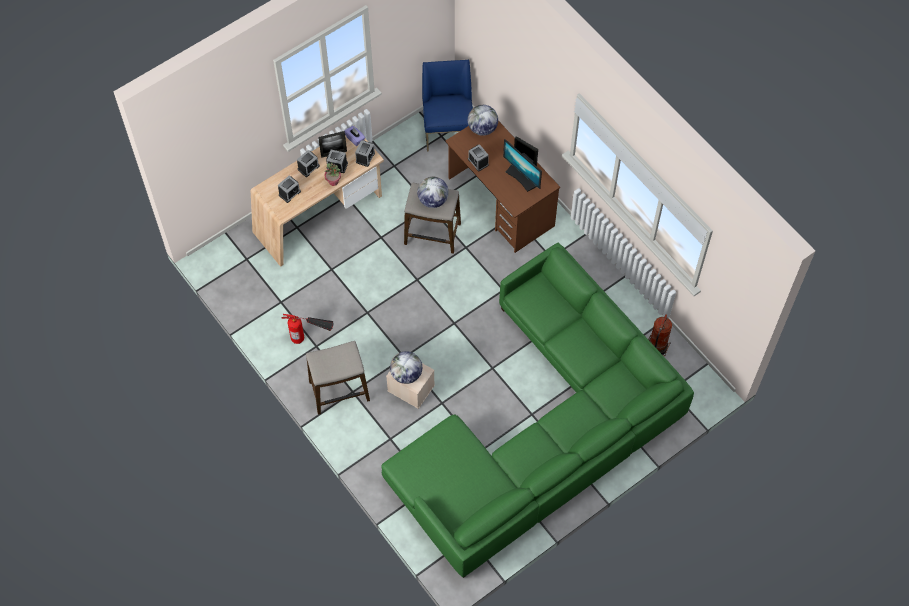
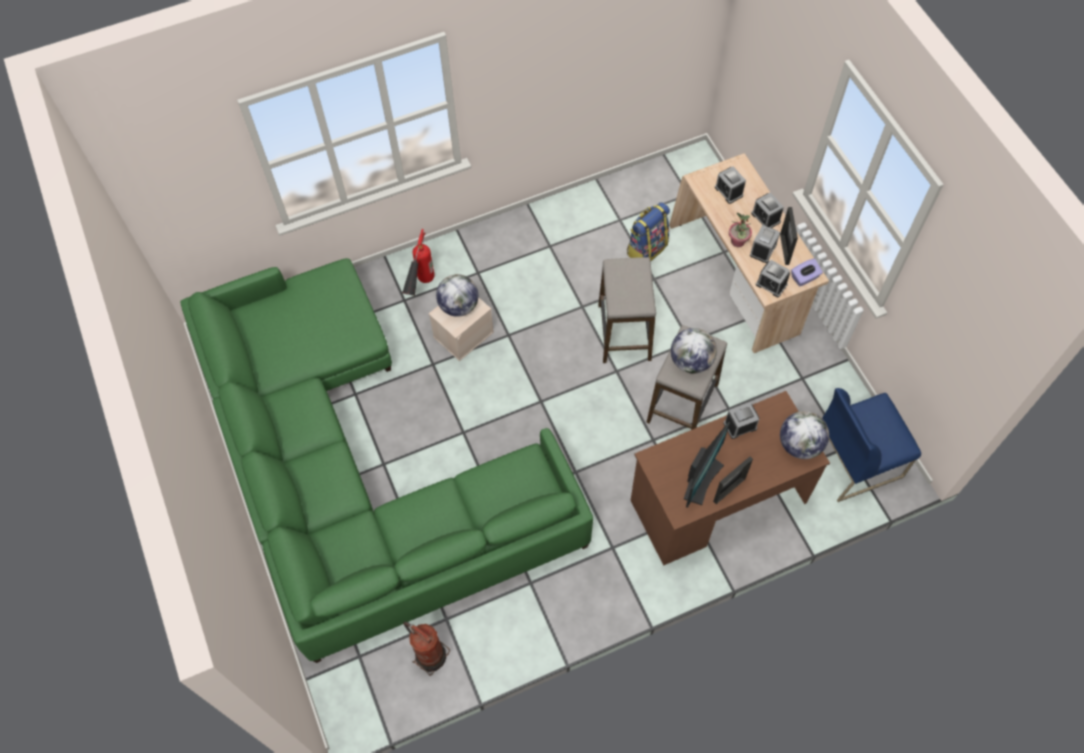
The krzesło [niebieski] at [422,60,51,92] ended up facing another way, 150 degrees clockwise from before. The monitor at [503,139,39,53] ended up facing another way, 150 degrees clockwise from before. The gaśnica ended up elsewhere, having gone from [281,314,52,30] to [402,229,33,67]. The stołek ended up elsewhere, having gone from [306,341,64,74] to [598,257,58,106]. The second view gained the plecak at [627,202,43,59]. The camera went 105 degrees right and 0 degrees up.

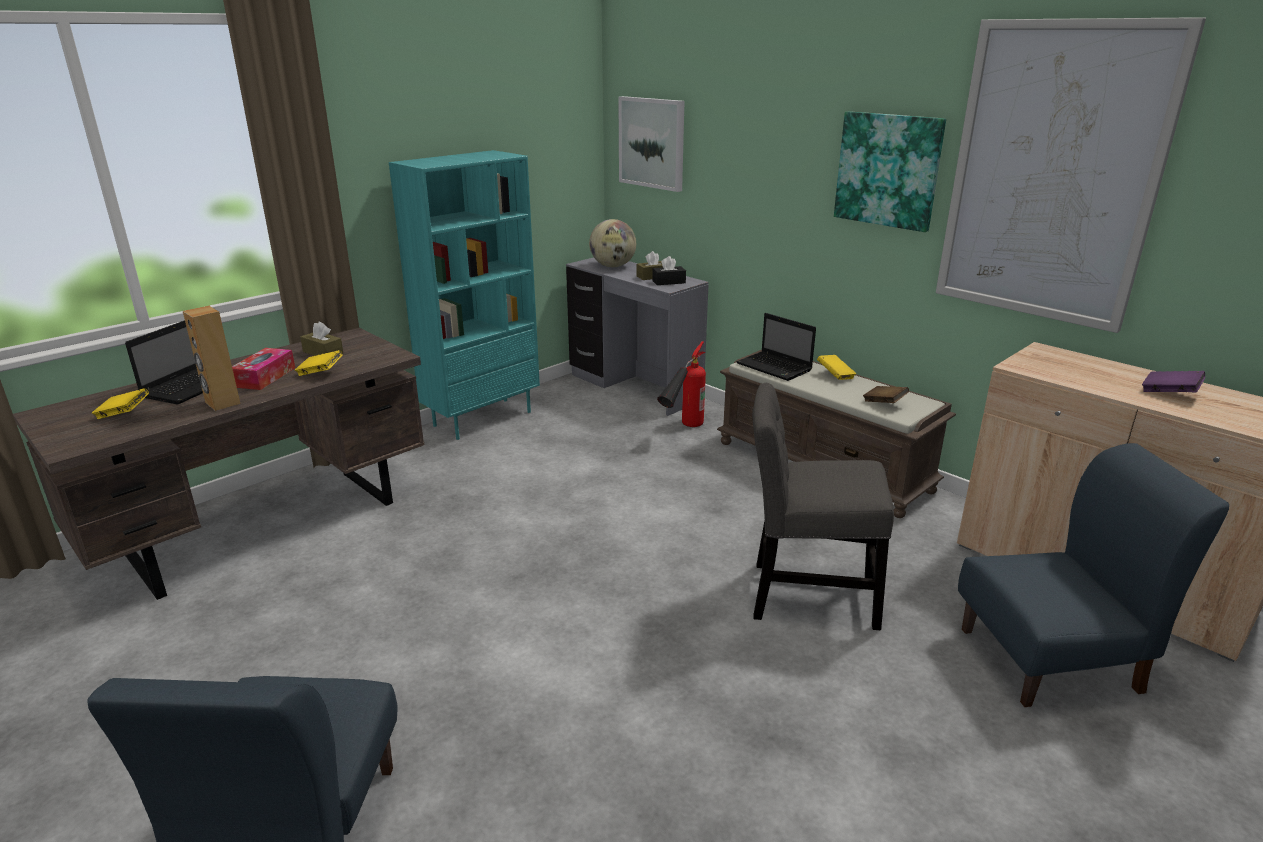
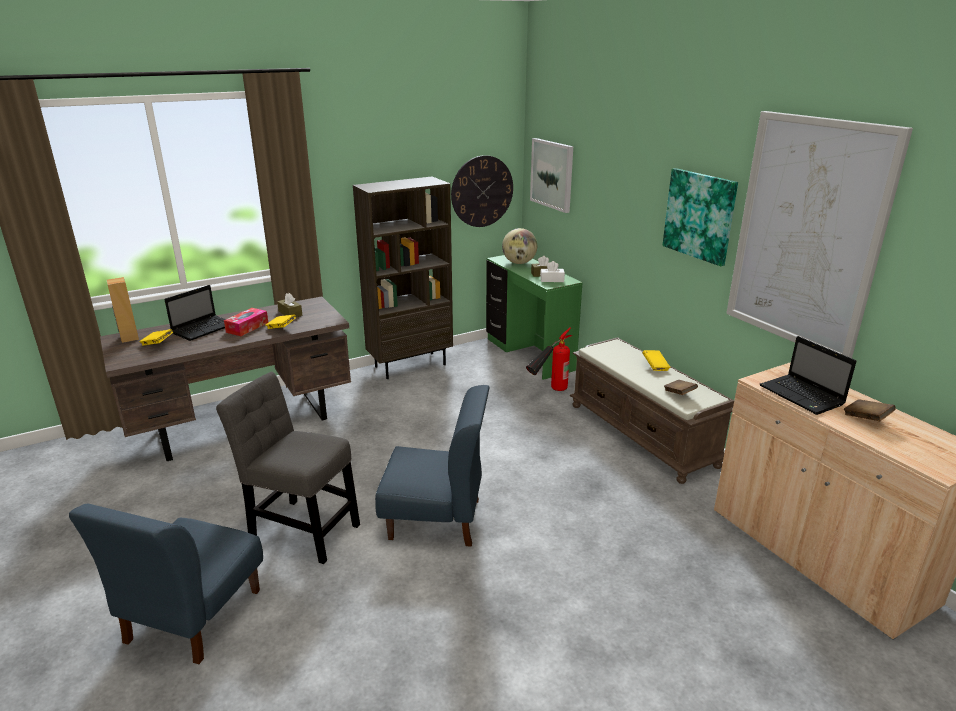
What was the regał [turkusowy] at [389,150,151,290] turned into the regał [brązowy] at [353,177,100,202]. What was the pudełko chusteczek [czarny] at [652,256,34,29] turned into the pudełko chusteczek [biały] at [540,261,25,21]. What was the biurko [szary] at [566,257,143,159] turned into the biurko [zielony] at [486,255,97,125]. The głośnik [brązowy] ended up elsewhere, having gone from [183,306,58,105] to [107,277,32,66]. The laptop ended up elsewhere, having gone from [736,313,80,68] to [759,336,97,79]. What was the książka [fioletowy] at [1142,371,63,21] turned into the książka [brązowy] at [844,399,52,22]. The krzesło [szary] ended up elsewhere, having gone from [752,383,142,247] to [216,372,144,192]. The krzesło [niebieski] ended up elsewhere, having gone from [958,443,271,264] to [375,385,115,162]. The second view gained the zegar ścienny at [451,155,62,72]. The camera went 15 degrees right and 0 degrees up.

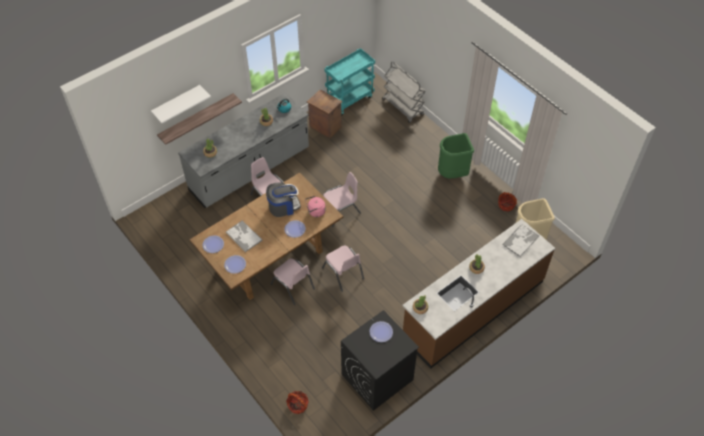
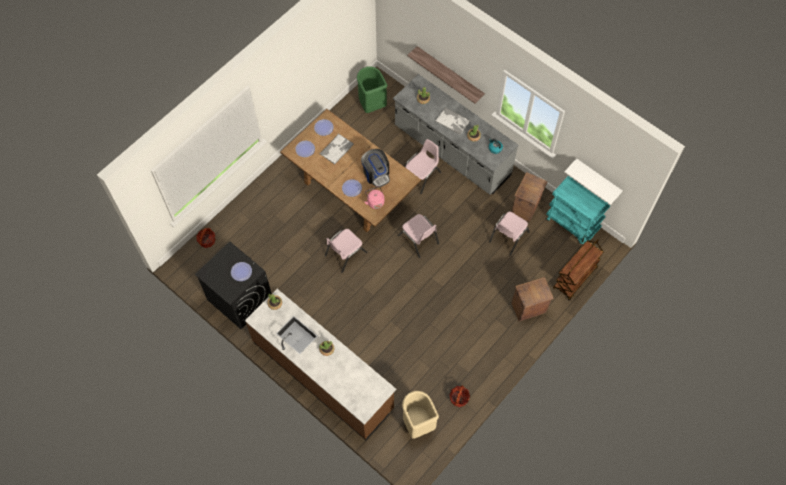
What was the wózek [szary] at [382,61,44,62] turned into the wózek [brązowy] at [553,239,51,62]. The półka [biały] ended up elsewhere, having gone from [151,85,60,38] to [565,158,58,47]. The kosz na śmieci [zielony] ended up elsewhere, having gone from [438,133,36,45] to [357,67,30,46]. The taca ended up elsewhere, having gone from [502,224,37,33] to [435,108,36,27]. The krzesło [różowy] ended up elsewhere, having gone from [271,258,44,47] to [489,212,41,44]. The second view gained the skrzynka at [511,277,43,45]. The camera went 80 degrees right and 10 degrees up.

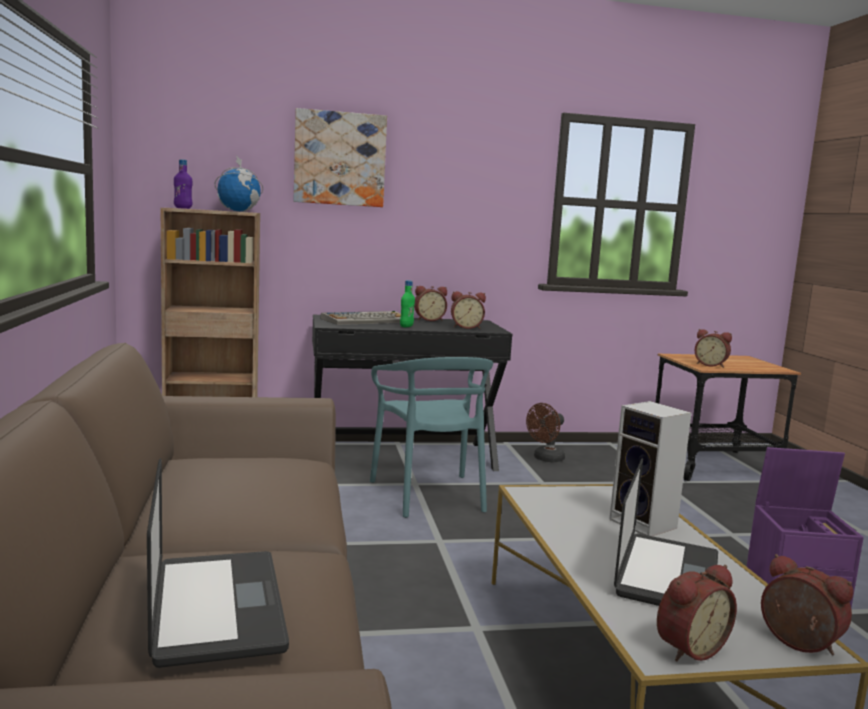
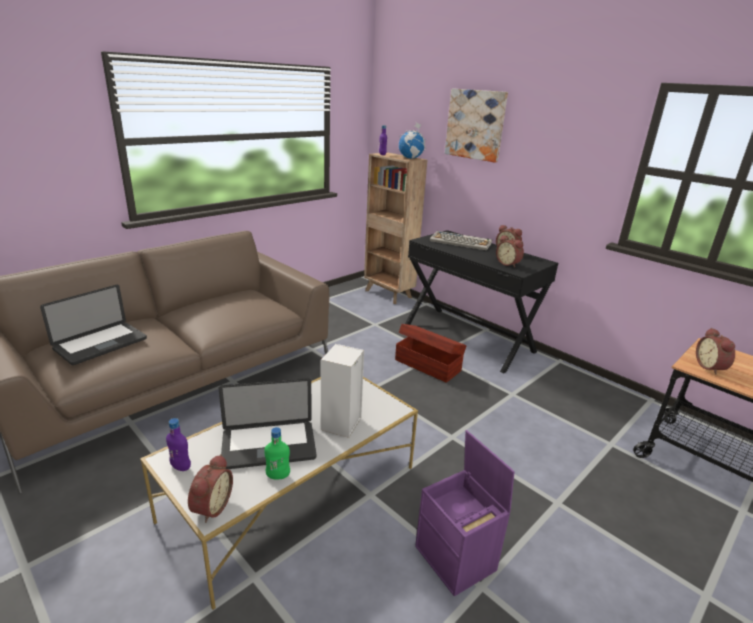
The butelka [zielony] ended up elsewhere, having gone from [400,280,15,47] to [264,427,26,53]. Where the krzesło [turkusowy] stood at [370,357,123,161], the pojemnik do przechowywania [brązowy] came to stand at [395,324,72,59]. The second view lost the wentylator [brązowy] at [526,403,39,59]. Where the budzik stood at [657,565,80,97], the butelka [fioletowy] came to stand at [166,418,25,53]. The camera went 55 degrees right and 15 degrees up.

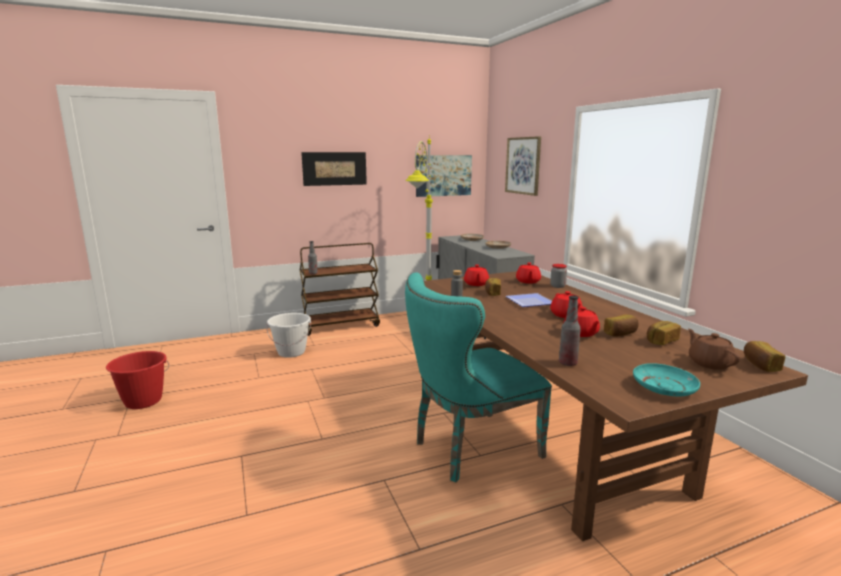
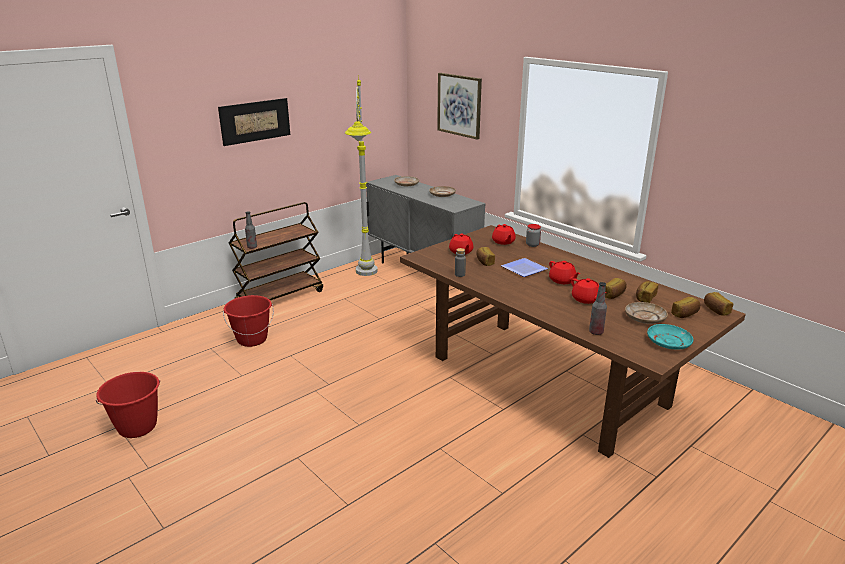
The second view lost the obraz at [416,155,56,42]. The second view lost the krzesło [turkusowy] at [405,272,147,210]. What was the wiadro [biały] at [267,313,44,45] turned into the wiadro [czerwony] at [223,295,51,52]. Where the imbryk [brązowy] stood at [688,329,52,41], the chleb came to stand at [671,297,29,21]. The second view gained the talerz [beżowy] at [625,302,43,22]. The camera went 20 degrees left and 10 degrees up.

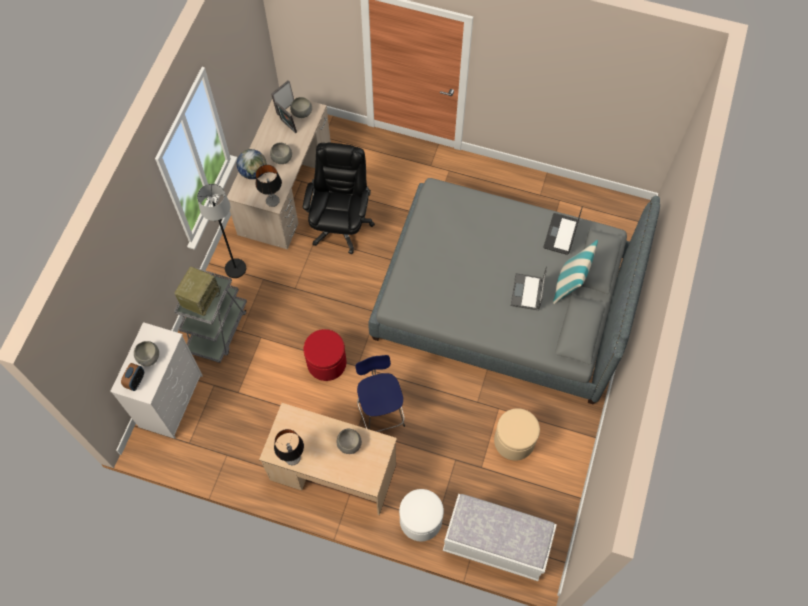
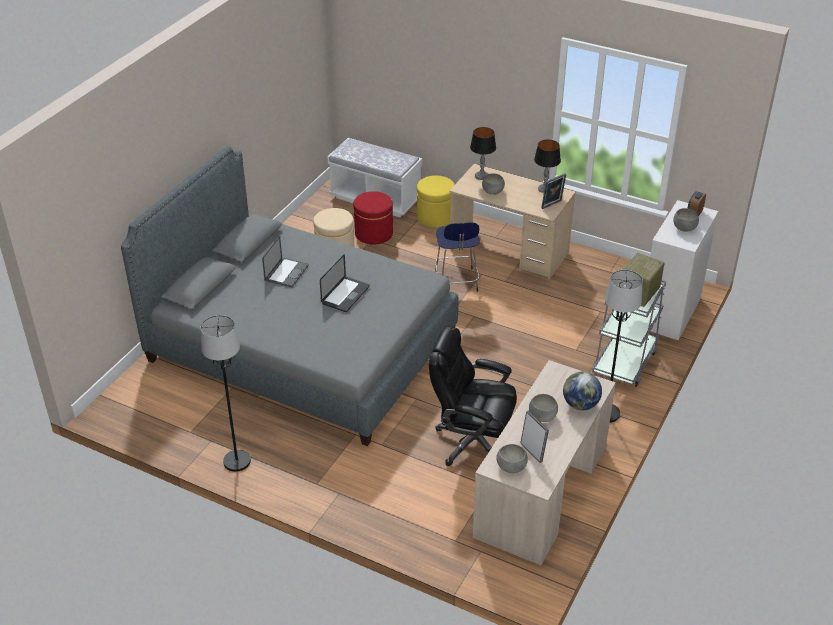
The ramka na zdjęcie ended up elsewhere, having gone from [271,80,23,35] to [541,173,25,36]. The krzesło biurowe [czarny] at [303,143,72,111] ended up facing another way, 90 degrees clockwise from before. The lampa stołowa ended up elsewhere, having gone from [255,165,27,42] to [470,127,26,53]. The laptop ended up elsewhere, having gone from [543,208,39,47] to [320,254,50,58]. The second view lost the poduszka at [553,240,45,64]. The pufa [czerwony] ended up elsewhere, having gone from [303,329,43,52] to [353,191,40,54]. What was the pufa [biały] at [399,489,45,52] turned into the pufa [żółty] at [417,176,38,52]. The second view gained the lampa stojąca [czarny] at [201,315,50,157]. The camera went 170 degrees left and 25 degrees down.

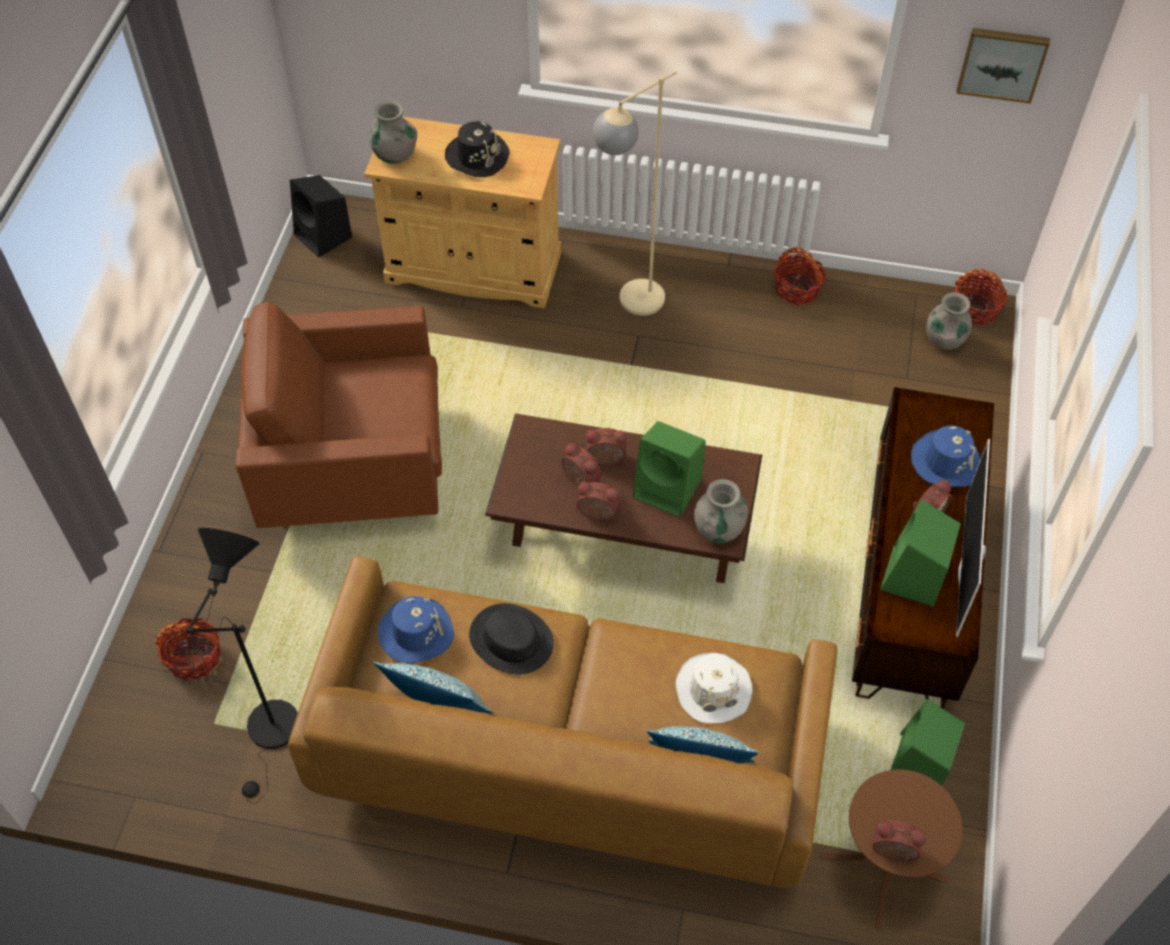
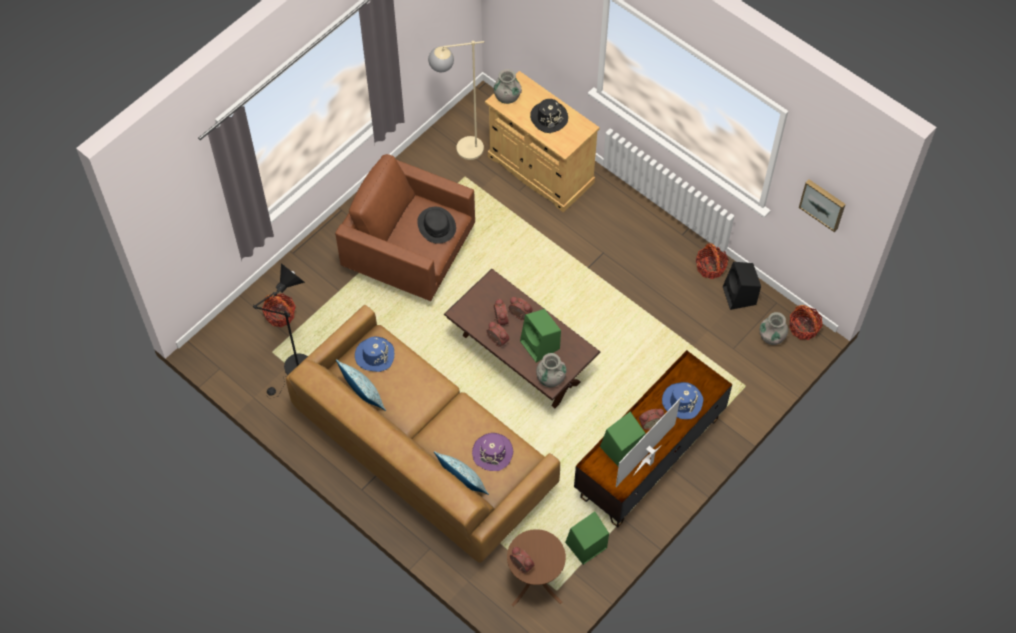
The lampa stojąca [beżowy] ended up elsewhere, having gone from [593,71,84,245] to [428,41,56,119]. The głośnik [czarny] ended up elsewhere, having gone from [290,175,62,82] to [723,262,38,48]. The kapelusz [czarny] ended up elsewhere, having gone from [469,603,85,71] to [417,207,39,37]. What was the kapelusz [biały] at [675,653,78,70] turned into the kapelusz [fioletowy] at [472,433,41,38]. The camera went 30 degrees right and 5 degrees up.

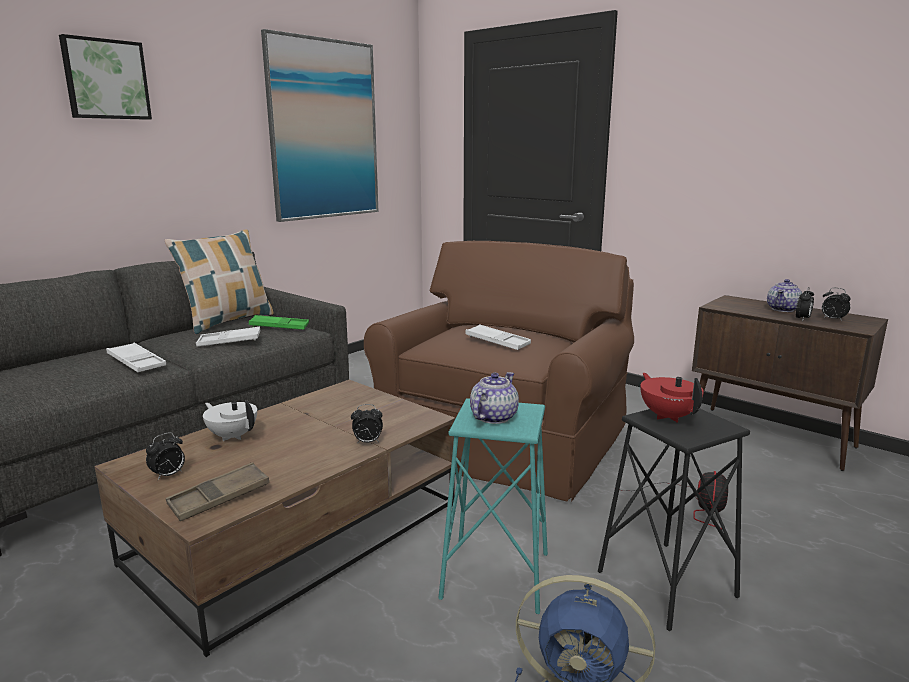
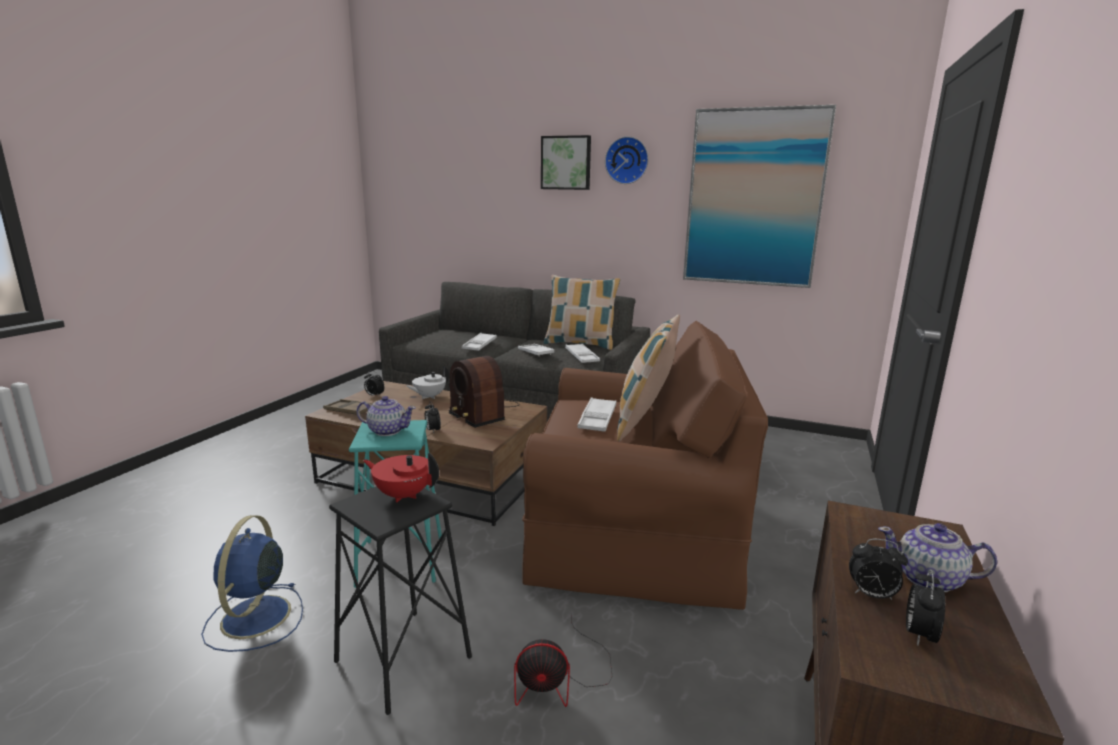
What was the taca [zielony] at [249,315,60,14] turned into the taca [biały] at [565,344,35,19]. The imbryk [czerwony] at [640,373,64,50] ended up facing another way, 120 degrees counterclockwise from before. The imbryk [biały] at [203,400,54,41] ended up facing another way, 150 degrees counterclockwise from before. The second view gained the zegar ścienny at [605,136,44,48]. The second view gained the poduszka at [617,314,63,128]. The second view gained the radio at [449,356,71,72]. The camera went 70 degrees right and 0 degrees up.

